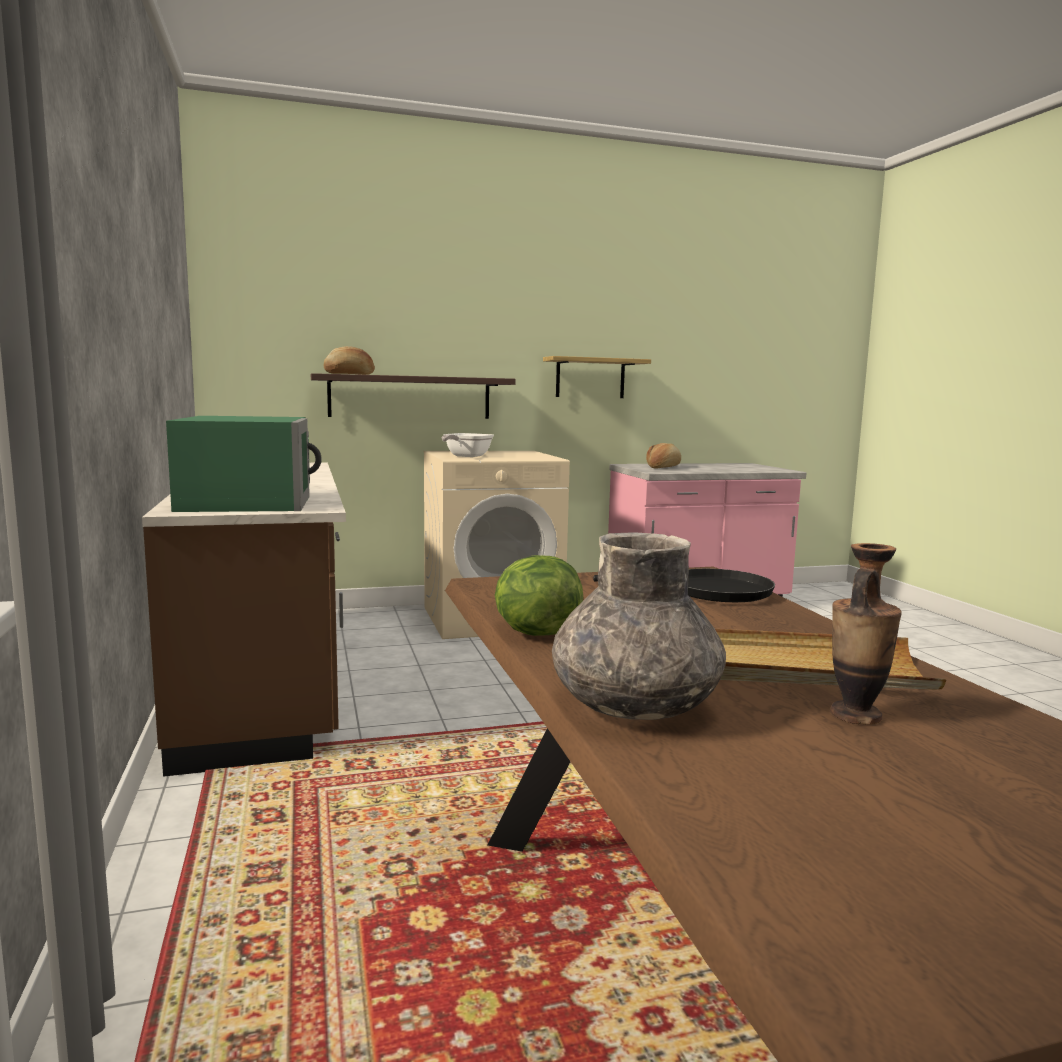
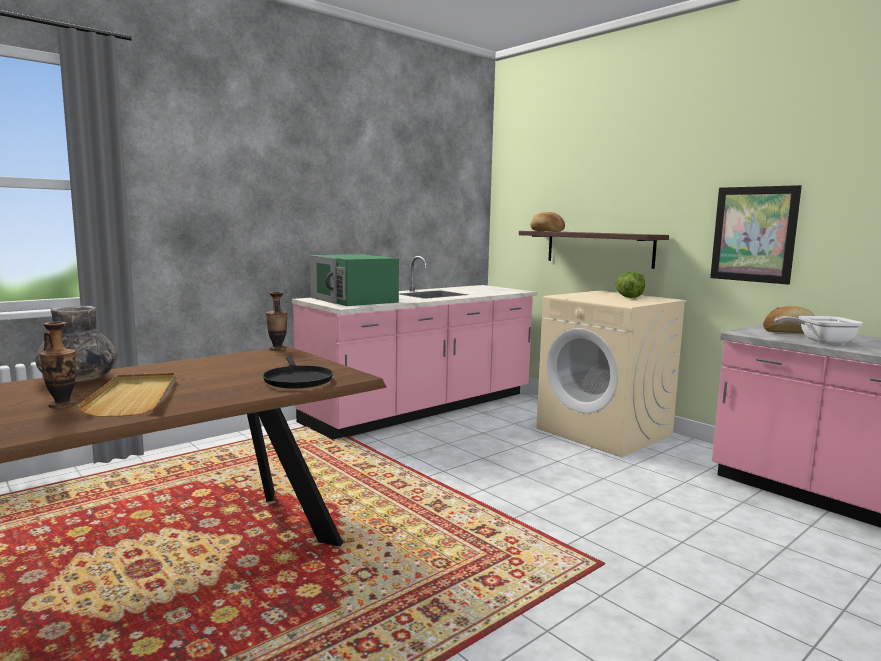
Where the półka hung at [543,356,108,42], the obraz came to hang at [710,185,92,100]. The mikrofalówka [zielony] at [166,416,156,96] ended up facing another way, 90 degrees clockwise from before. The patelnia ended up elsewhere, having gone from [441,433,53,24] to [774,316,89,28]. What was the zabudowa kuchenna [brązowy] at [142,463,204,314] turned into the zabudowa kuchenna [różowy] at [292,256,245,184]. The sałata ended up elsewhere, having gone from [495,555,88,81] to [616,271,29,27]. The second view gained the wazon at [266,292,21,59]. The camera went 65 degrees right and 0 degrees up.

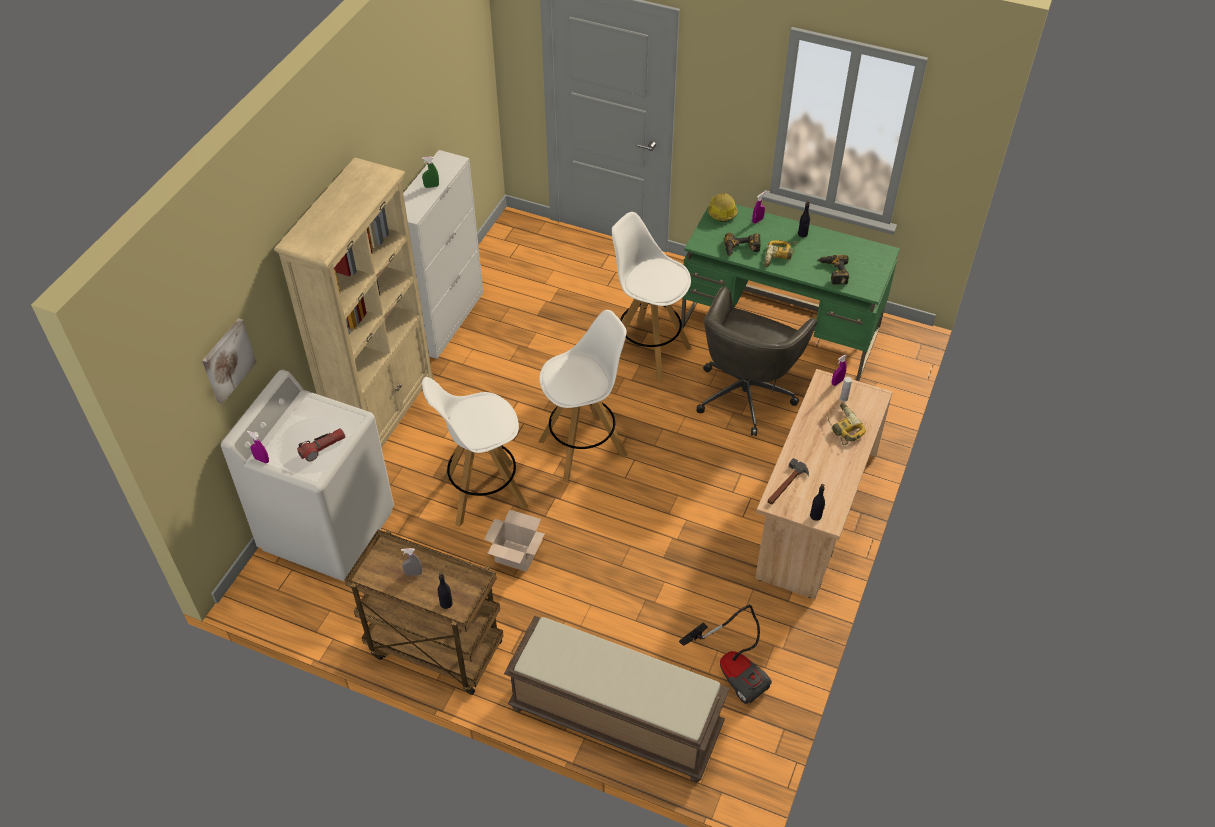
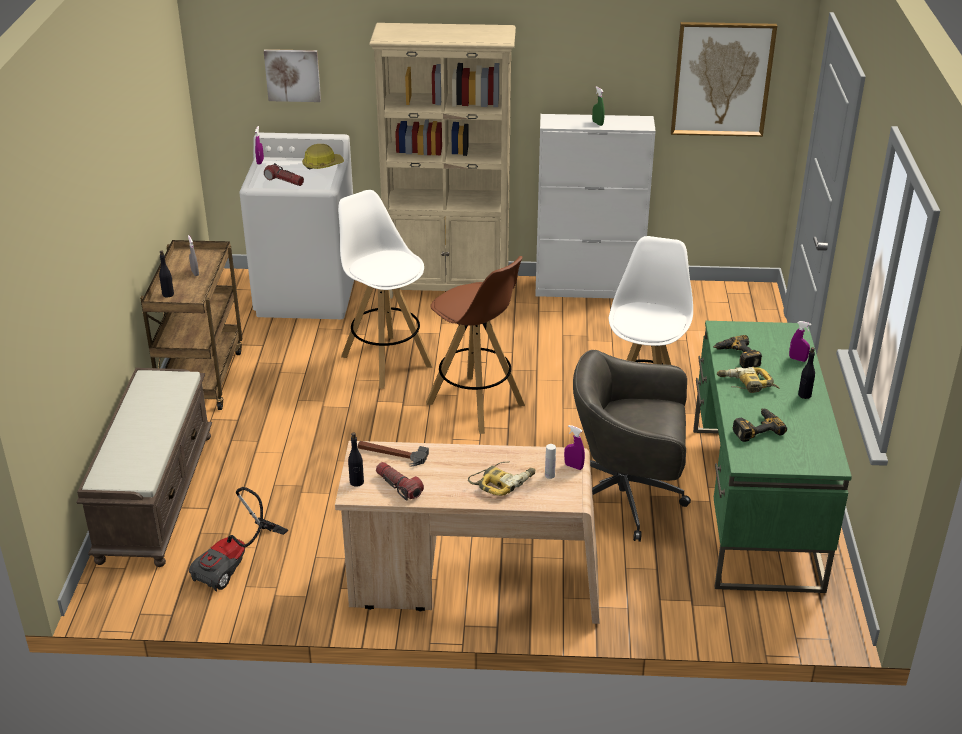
The kask ended up elsewhere, having gone from [708,193,30,29] to [302,144,42,26]. What was the stołek [biały] at [538,310,89,172] turned into the stołek [brązowy] at [426,256,99,178]. The second view lost the karton at [484,510,61,62]. The second view gained the obraz at [671,22,106,115]. The second view gained the latarka at [376,462,48,39]. The camera went 70 degrees right and 15 degrees down.

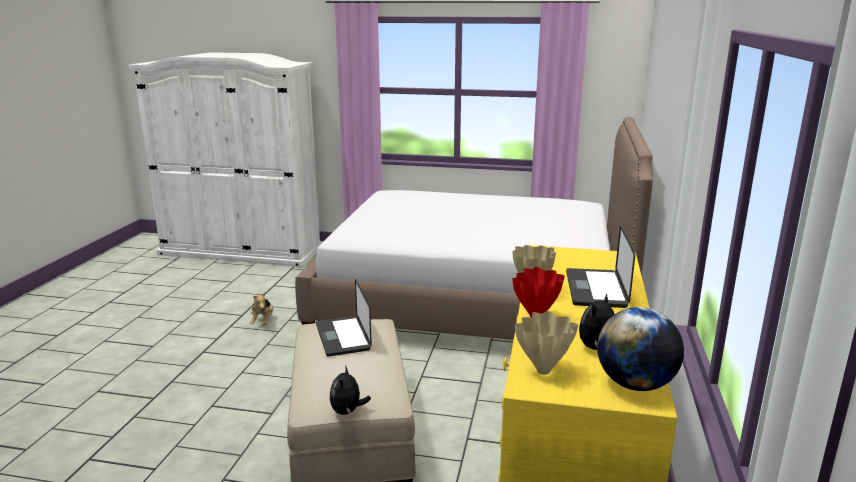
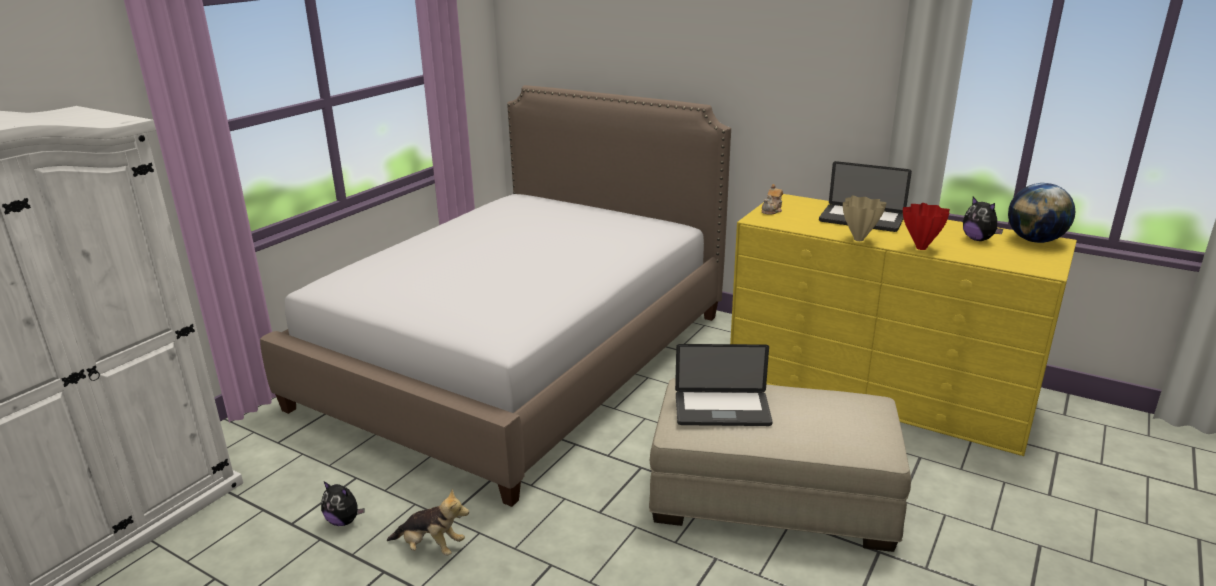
The second view lost the wazon [beżowy] at [515,311,63,64]. The pluszak ended up elsewhere, having gone from [330,366,41,49] to [321,481,44,45]. The second view gained the imbryk at [762,184,21,31]. The camera went 70 degrees left and 5 degrees up.

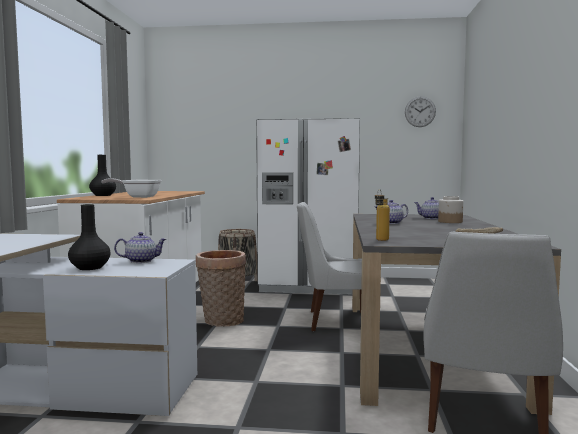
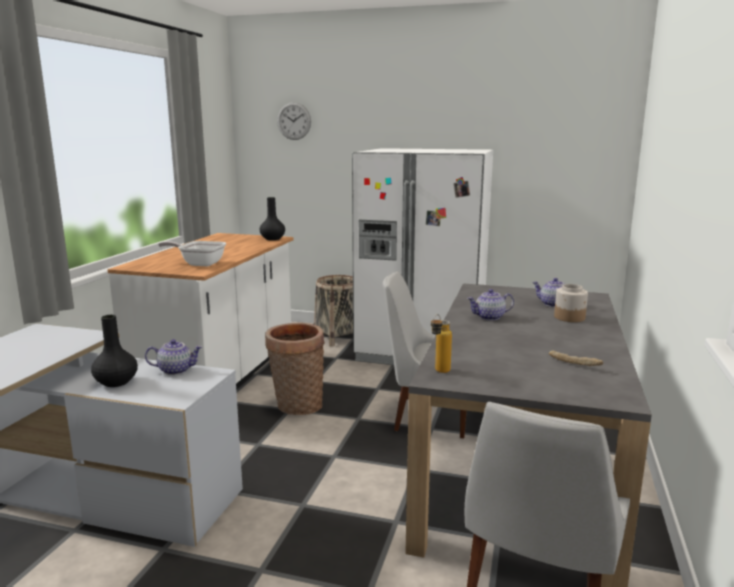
The zegar ścienny ended up elsewhere, having gone from [405,96,31,31] to [277,102,34,38]. The wazon [czarny] ended up elsewhere, having gone from [89,155,27,41] to [260,197,25,43]. The camera went 10 degrees right and 10 degrees up.

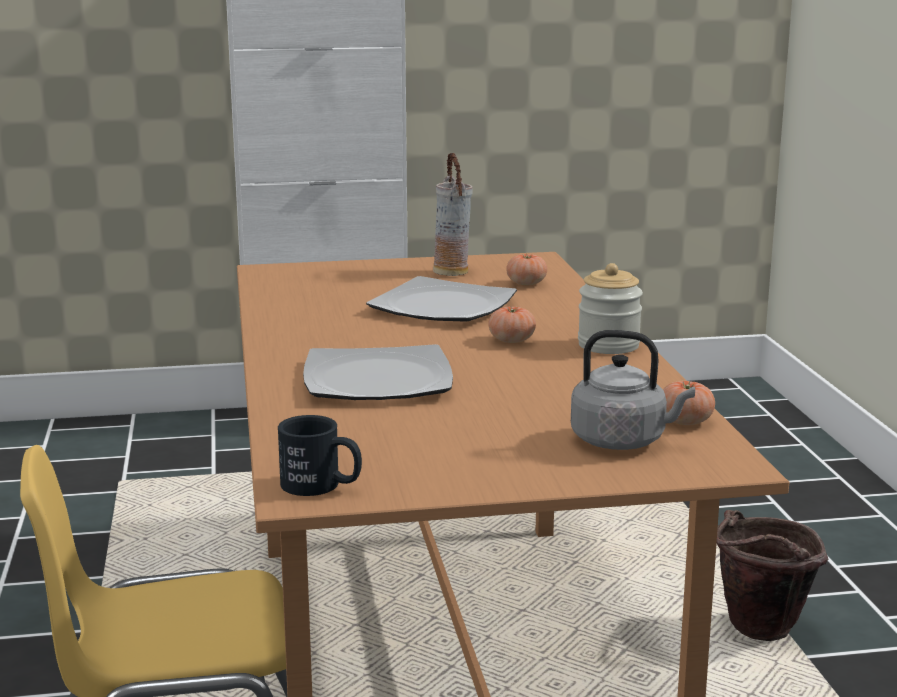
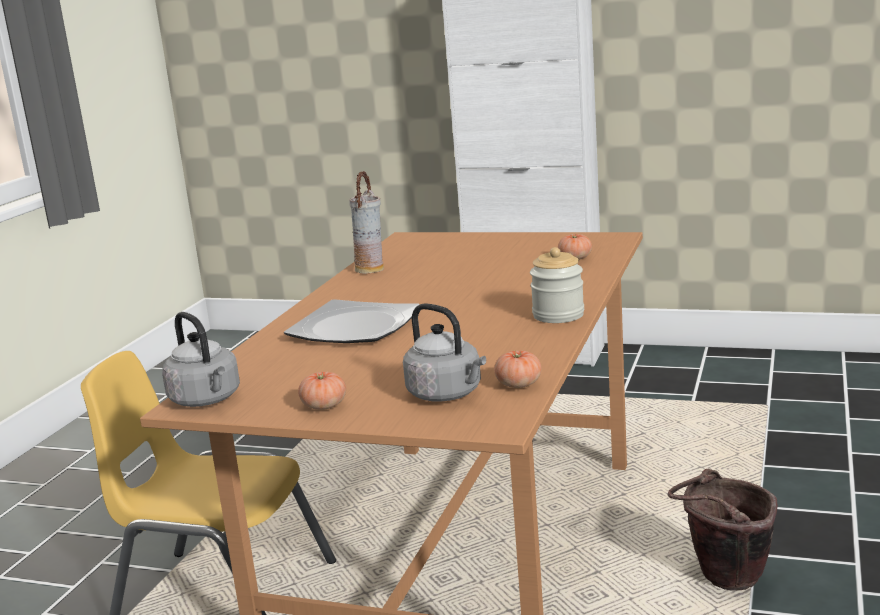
The wazon ended up elsewhere, having gone from [433,153,40,123] to [350,171,34,103]. The second view lost the talerz at [366,276,151,46]. The pomidor ended up elsewhere, having gone from [488,307,48,36] to [298,372,48,38]. Where the kubek [czarny] stood at [278,415,84,81], the czajnik [szary] came to stand at [162,312,78,95]. The camera went 30 degrees right and 0 degrees up.

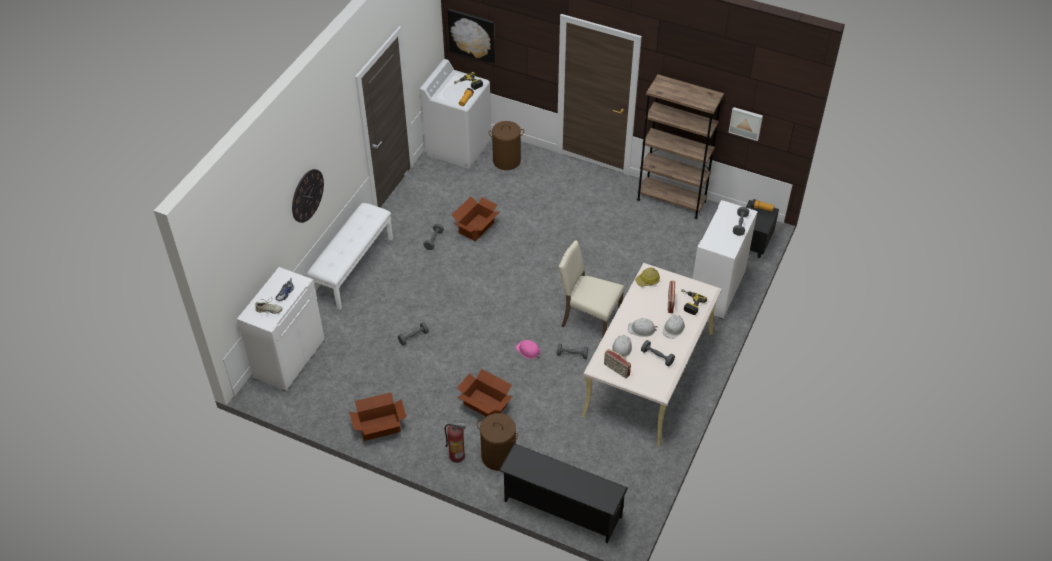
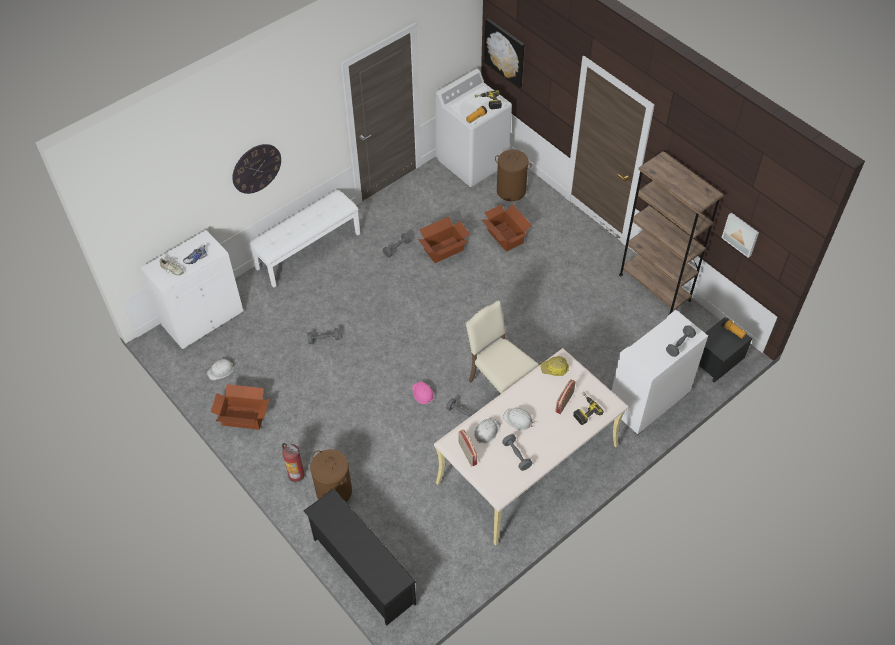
The kask [biały] ended up elsewhere, having gone from [663,315,22,24] to [207,359,27,21]. The karton ended up elsewhere, having gone from [457,369,56,48] to [481,204,51,48]. The camera went 25 degrees right and 5 degrees up.

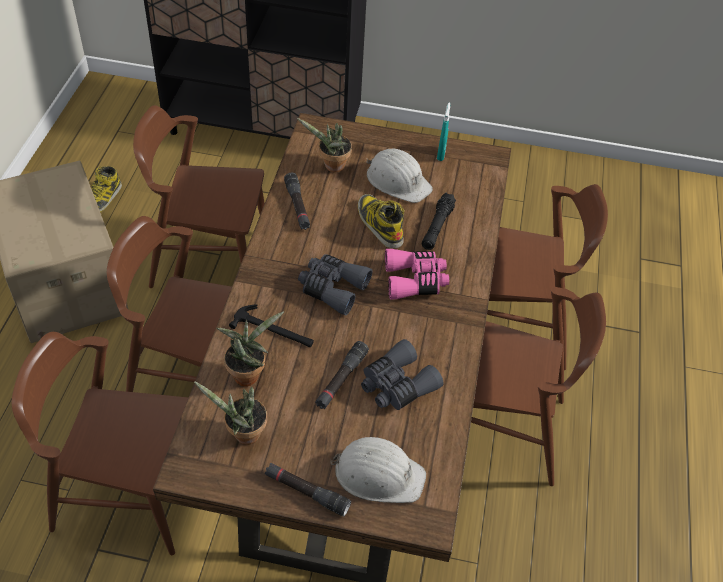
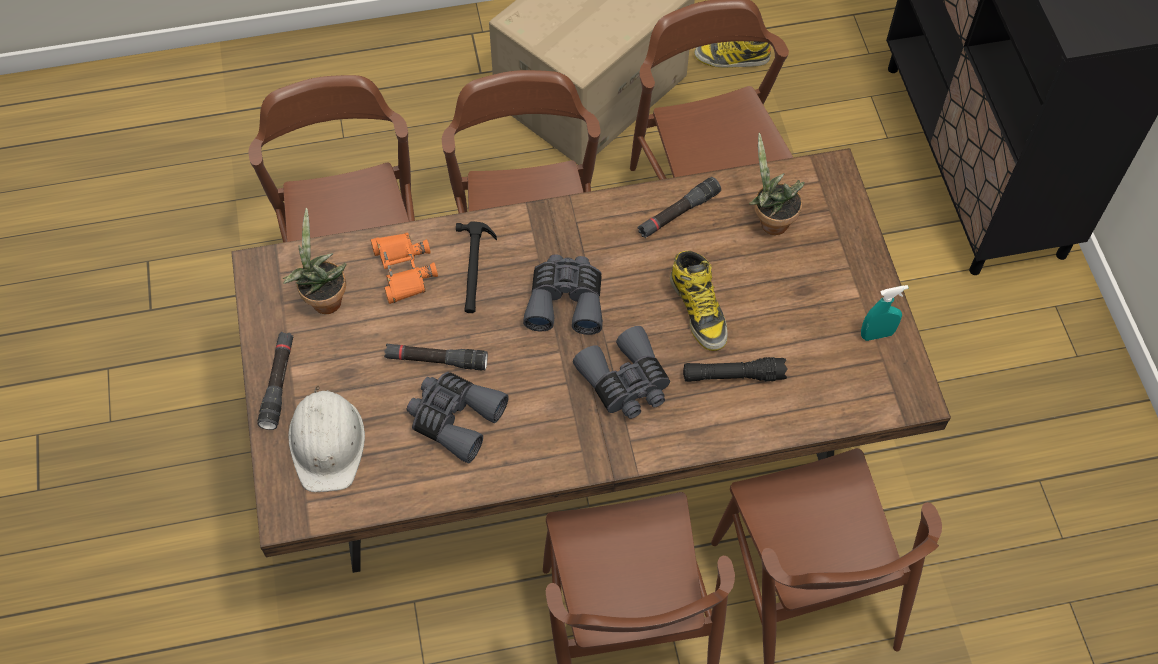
The second view lost the kask [biały] at [367,149,66,54]. The but z cholewką at [358,194,47,54] ended up facing another way, 120 degrees clockwise from before. What was the lornetka [różowy] at [385,249,64,51] turned into the lornetka [szary] at [573,326,97,93]. Where the roślina doniczkowa stood at [216,311,68,76], the lornetka [pomarańczowy] came to stand at [371,232,67,72]. The camera went 70 degrees right and 10 degrees up.

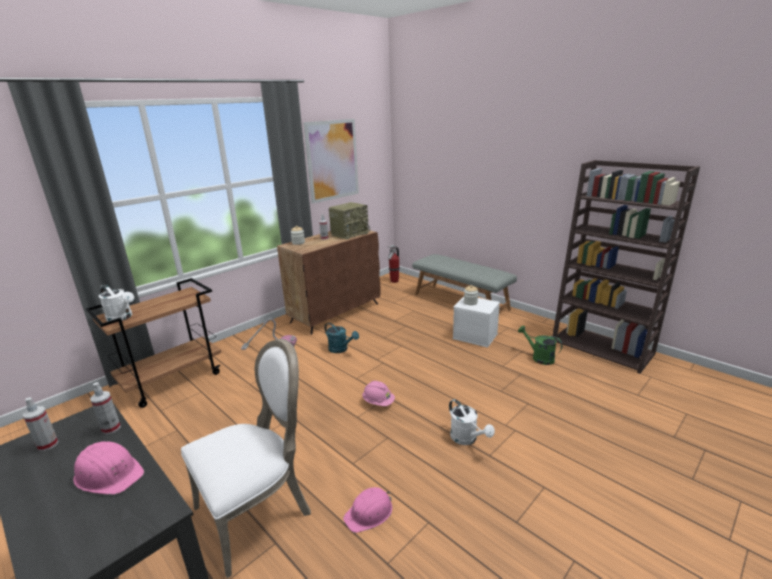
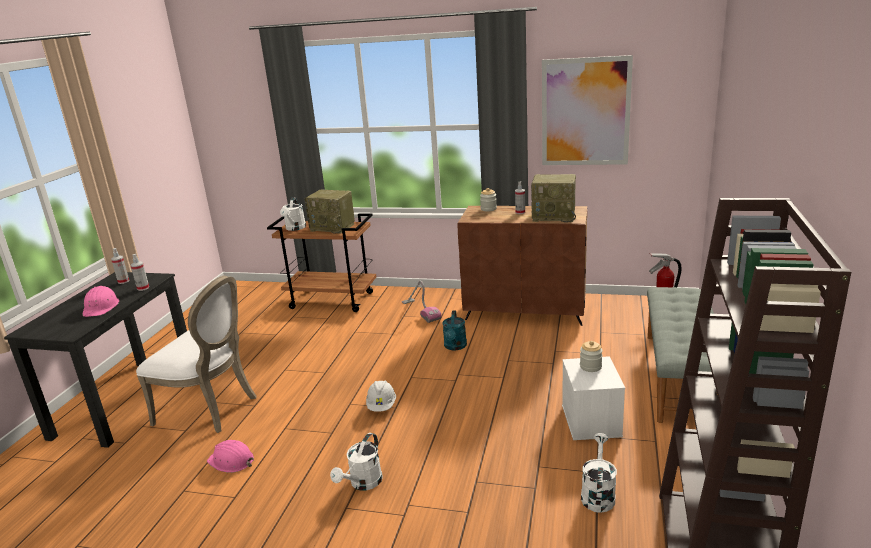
What was the konewka [zielony] at [518,326,44,39] turned into the konewka [biały] at [581,433,36,80]. What was the kask [różowy] at [362,381,33,25] turned into the kask [biały] at [366,380,30,32]. The second view gained the radio at [305,189,50,45]. The camera went 60 degrees right and 0 degrees up.

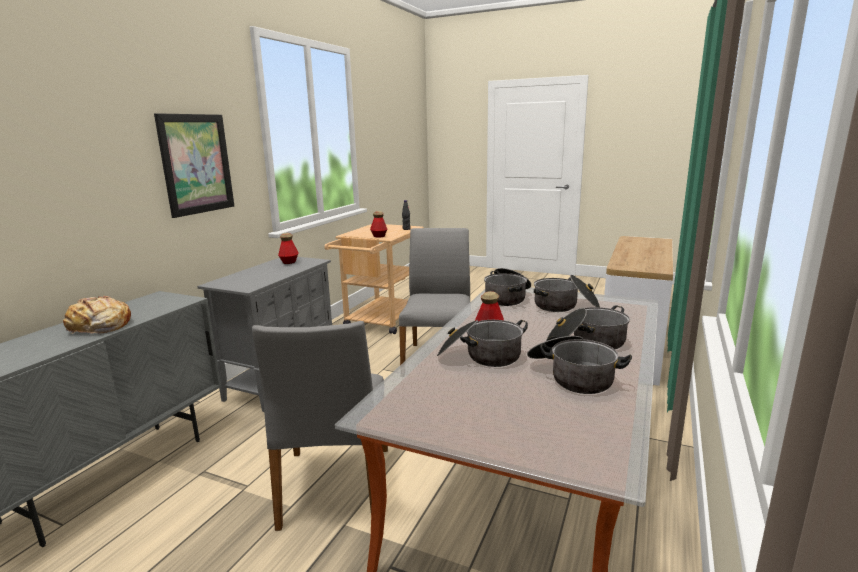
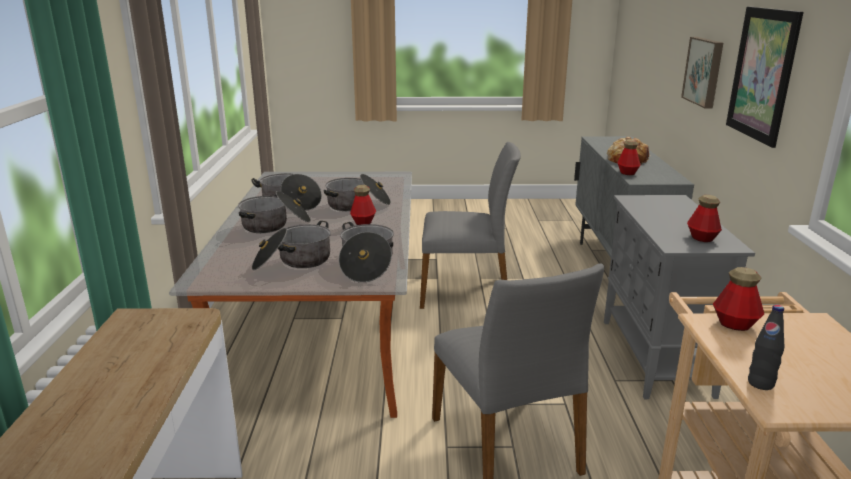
The krzesło [szary] at [252,321,136,210] ended up facing another way, 120 degrees clockwise from before. The second view gained the obraz at [681,37,42,72]. The second view gained the butelka at [617,139,24,36]. The camera went 155 degrees right and 5 degrees up.

